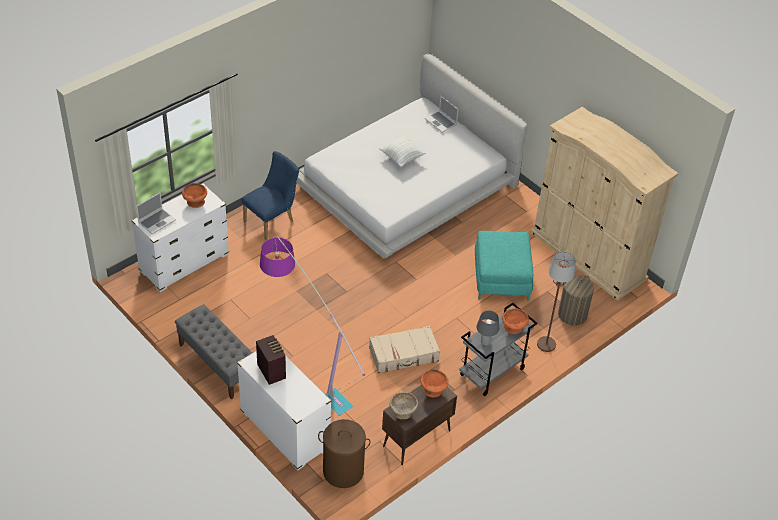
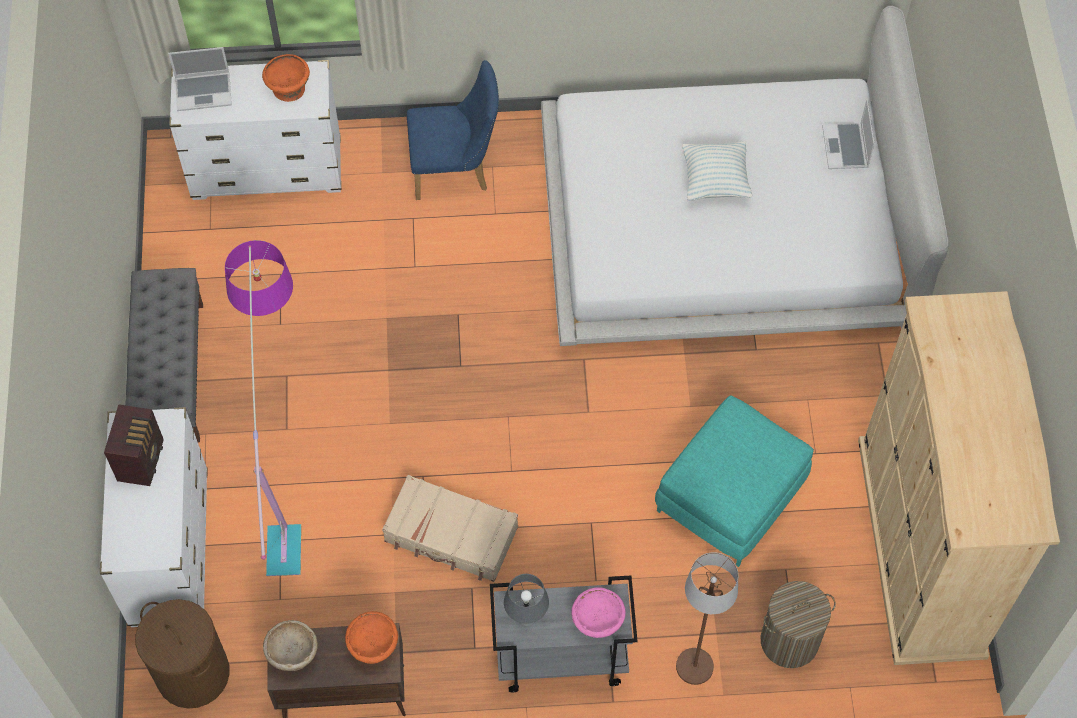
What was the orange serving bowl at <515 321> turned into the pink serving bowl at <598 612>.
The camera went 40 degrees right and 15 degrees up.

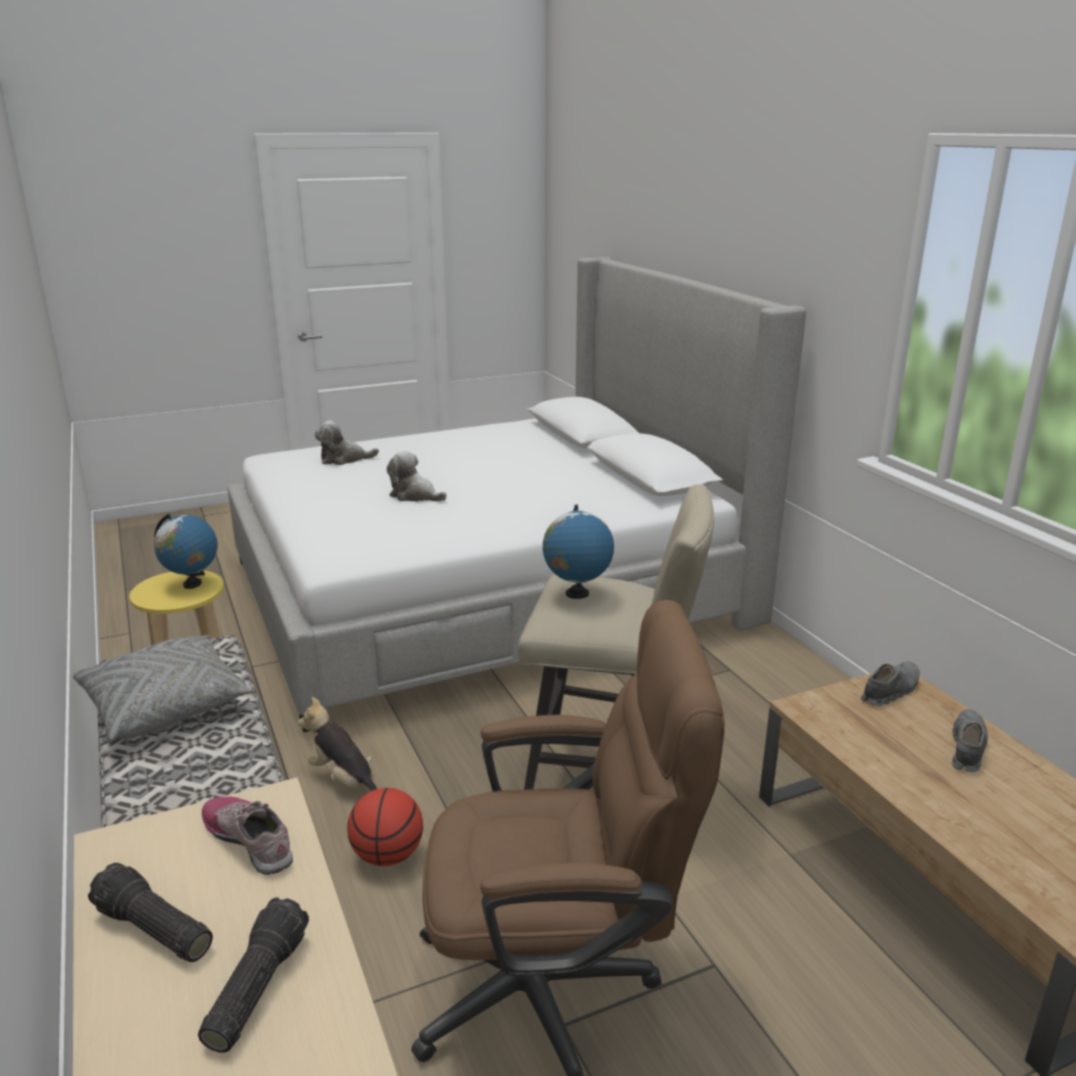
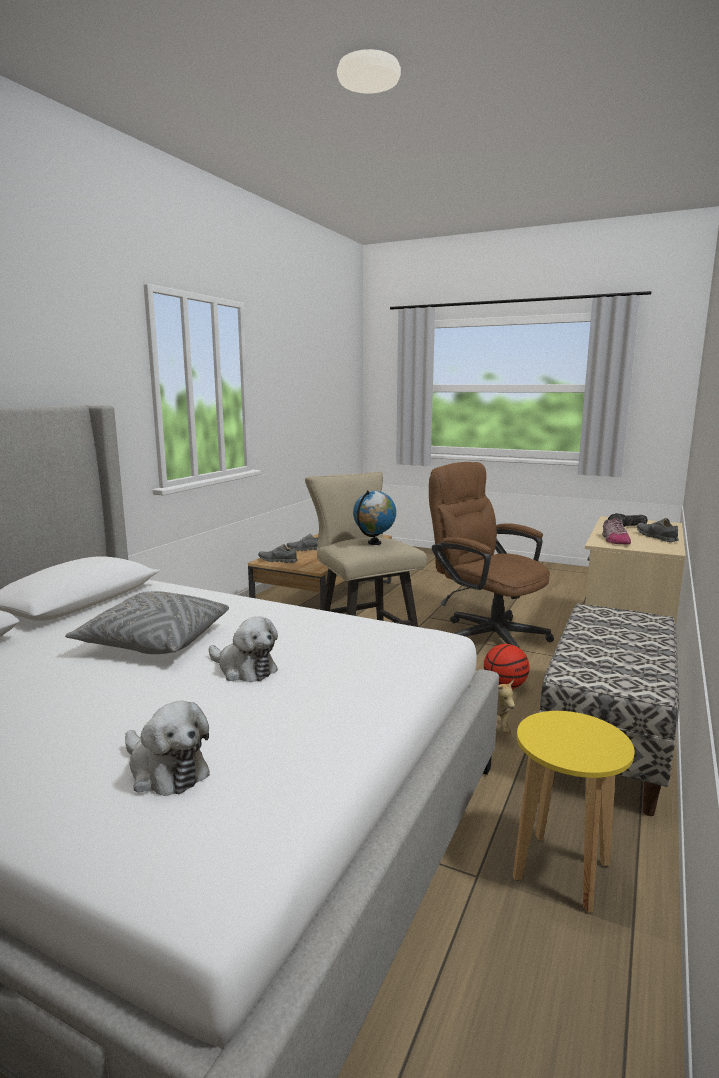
The grey pillow ended up elsewhere, having gone from <163 688> to <147 622>.
The soft toy at <417 476> ended up facing another way, 45 degrees counterclockwise from before.
Where the hand torch stood at <150 912>, the grey item of footwear came to stand at <658 530>.
The second view lost the world globe at <185 551>.
The camera went 130 degrees left and 10 degrees down.

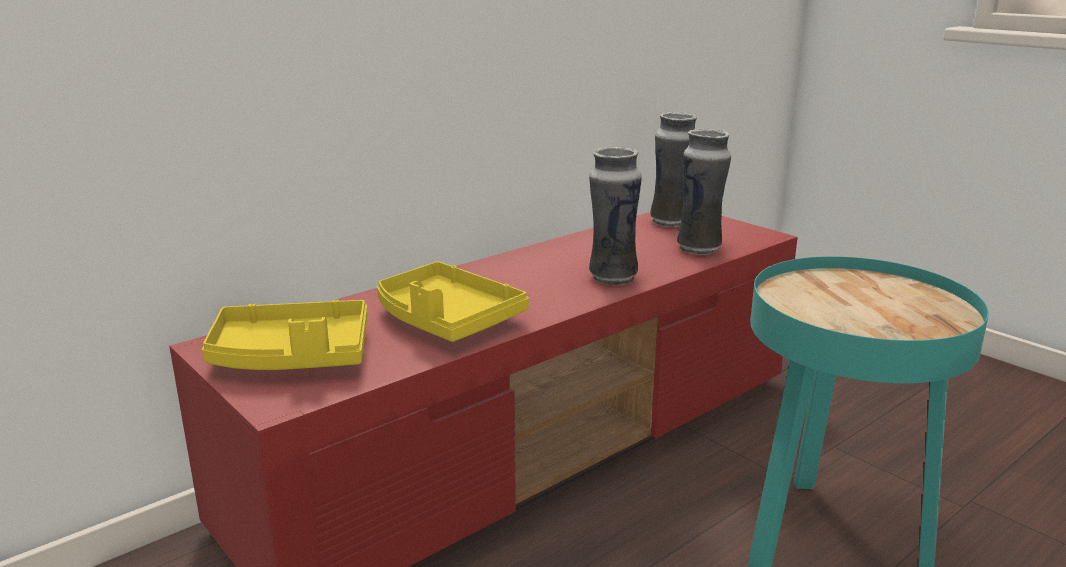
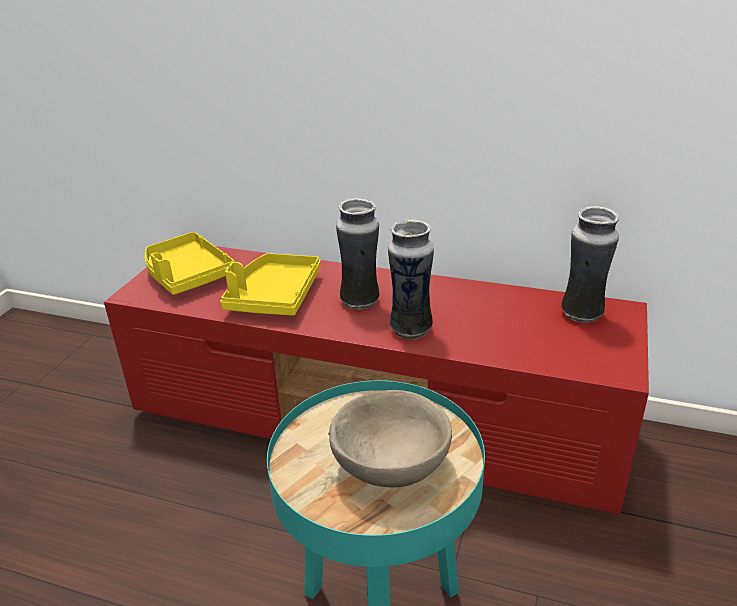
The second view gained the beige-coloured serving bowl at <390 438>.
The decorative vase ended up elsewhere, having gone from <704 192> to <358 254>.
The camera went 60 degrees right and 10 degrees up.

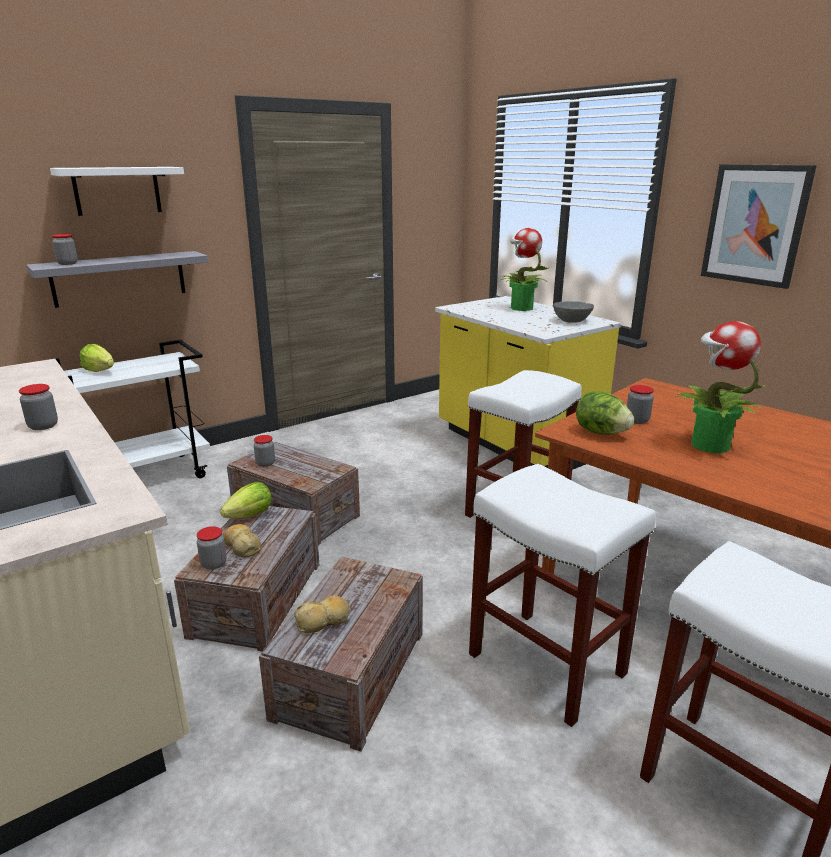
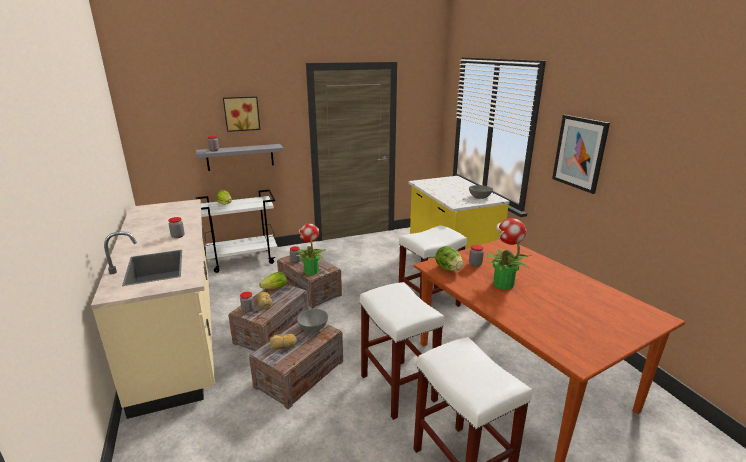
Where the white bracket shelf hung at <117 191>, the wall picture came to hang at <241 114>.
The houseplant ended up elsewhere, having gone from <524 269> to <310 249>.
The second view gained the grey serving bowl at <312 320>.
The camera went 15 degrees right and 0 degrees up.

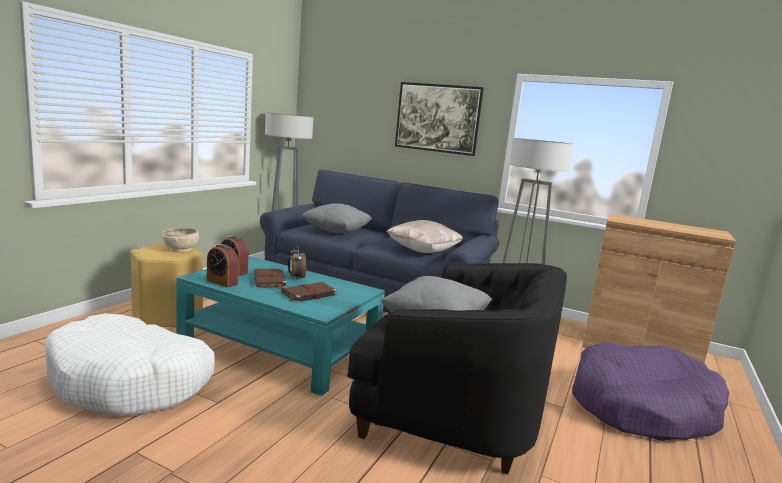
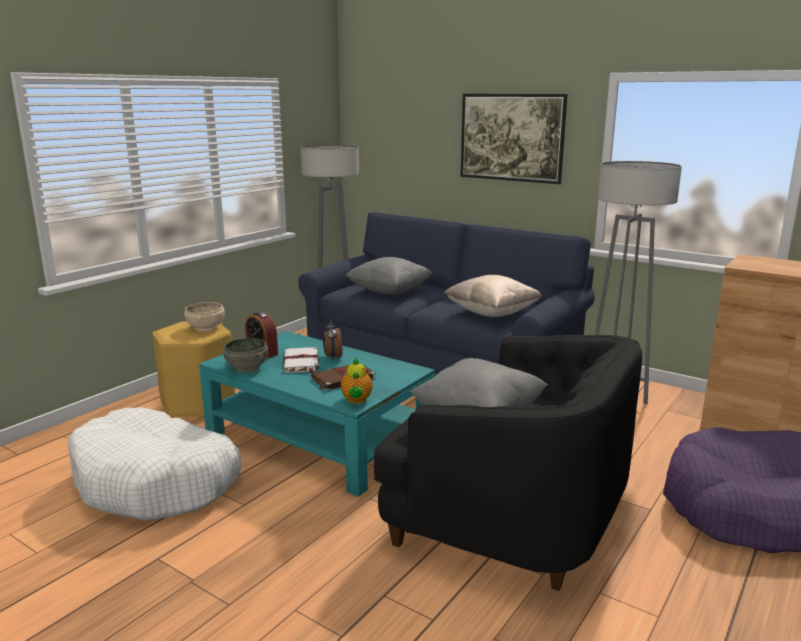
Where the bedside clock stood at <222 265>, the grey serving bowl came to stand at <245 355>.
What was the brownish volume at <270 279> turned into the white volume at <301 360>.
The second view gained the pot for tea at <357 381>.
The camera went 10 degrees right and 5 degrees up.

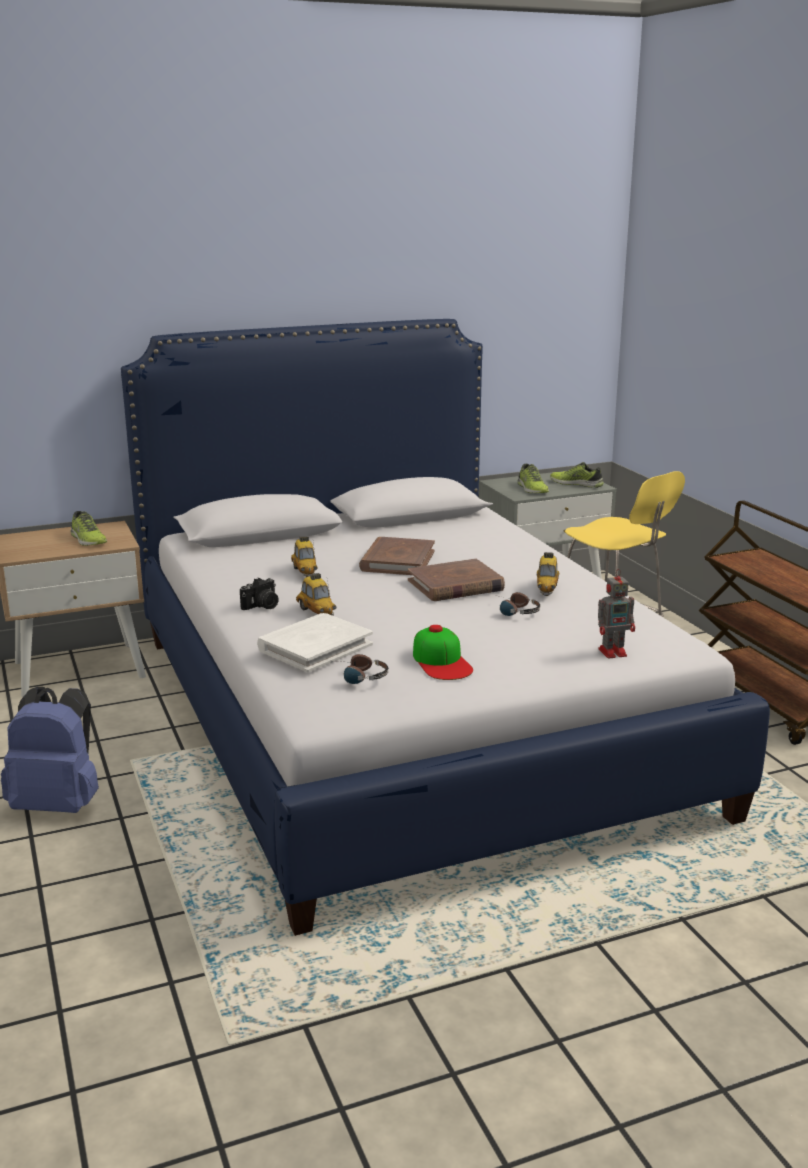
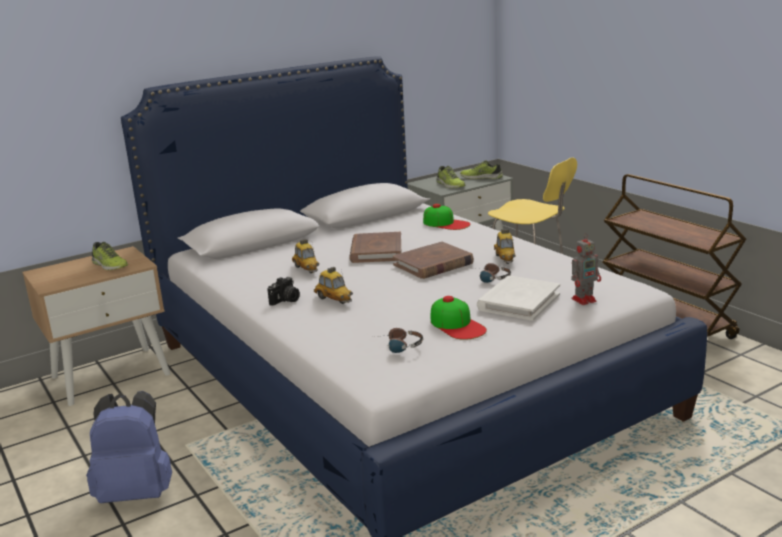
The second view gained the cap at <446 217>.
The white volume ended up elsewhere, having gone from <315 642> to <518 298>.
The camera went 10 degrees left and 0 degrees up.

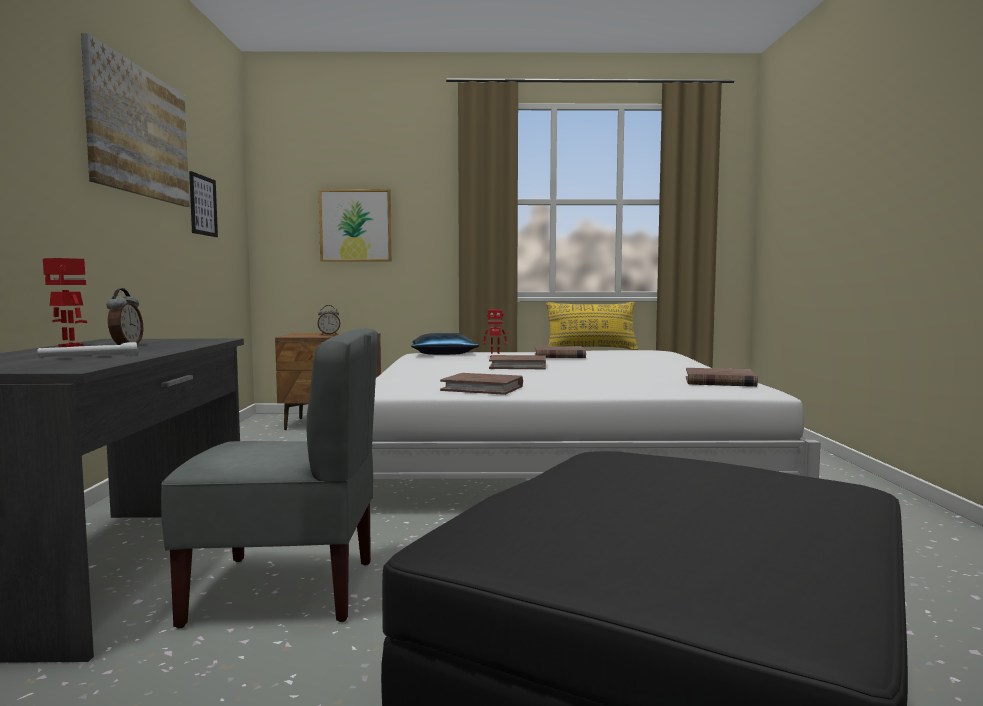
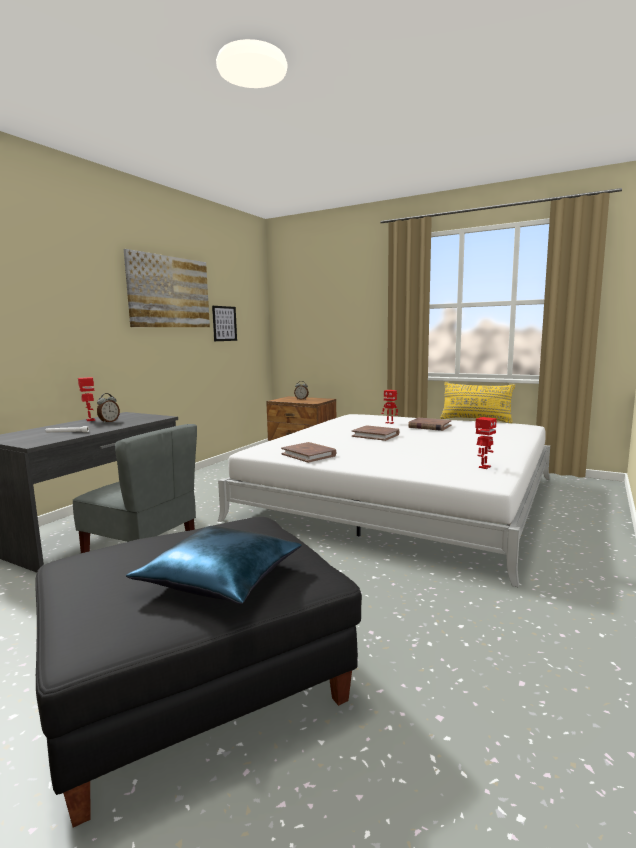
The blue pillow ended up elsewhere, having gone from <445 344> to <214 565>.
Where the brownish volume stood at <722 377>, the toy robot came to stand at <486 443>.
The second view lost the wall picture at <355 225>.
The camera went 30 degrees right and 5 degrees up.

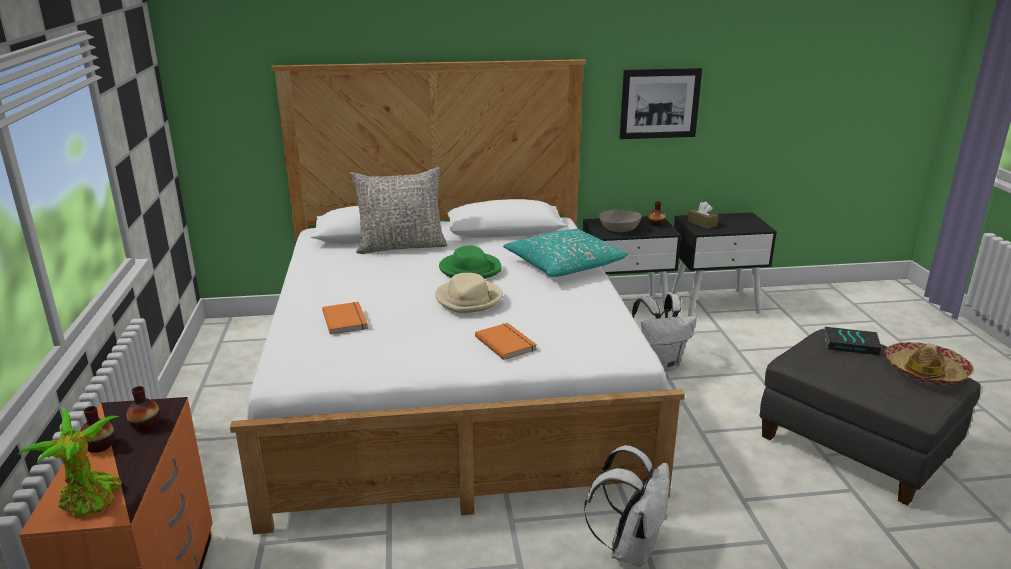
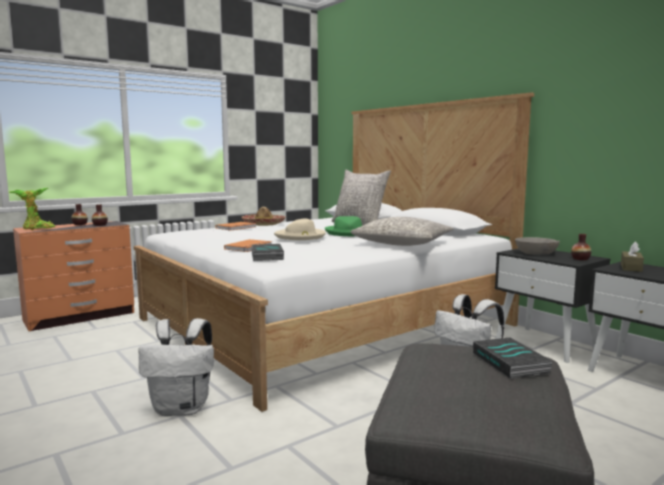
The hat ended up elsewhere, having gone from <929 363> to <263 216>.
The second view gained the volume at <268 252>.
What was the turquoise pillow at <565 253> turned into the grey pillow at <402 231>.
The second view lost the wall picture at <661 103>.
The camera went 60 degrees right and 15 degrees down.

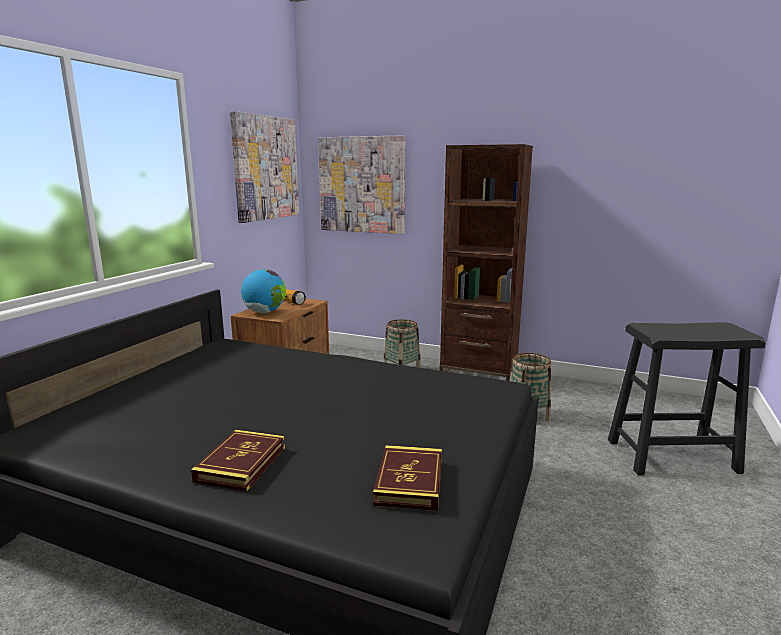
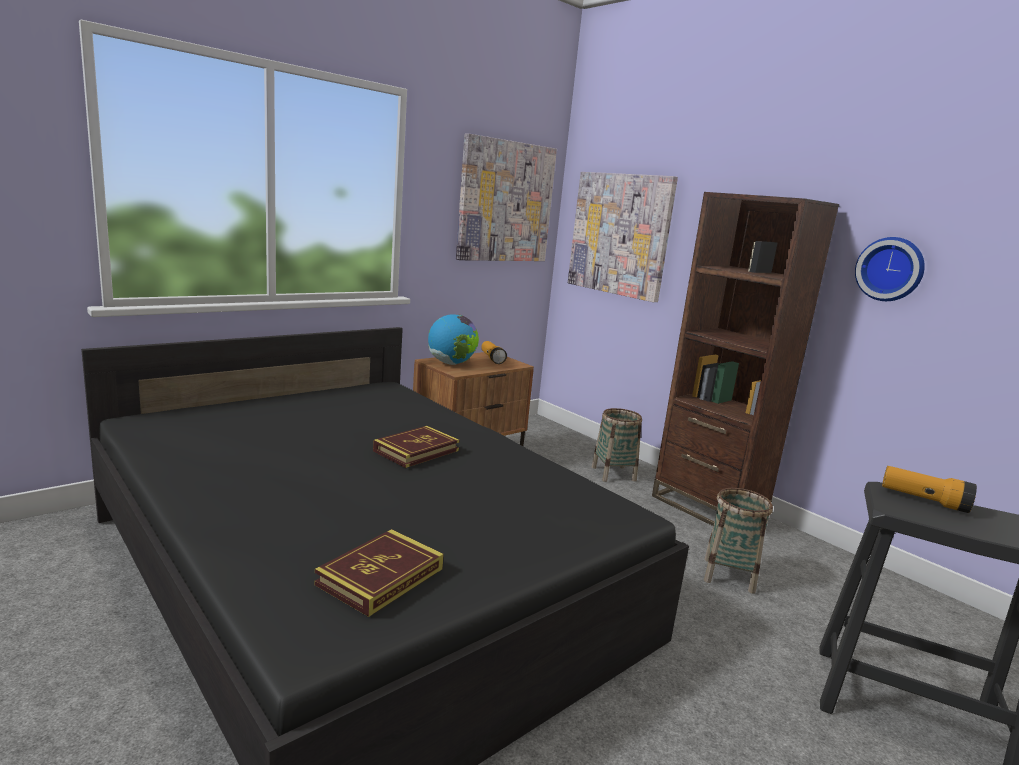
The volume ended up elsewhere, having gone from <238 461> to <416 447>.
The second view gained the clock on the wall at <890 269>.
The second view gained the hand torch at <929 489>.
The camera went 25 degrees right and 0 degrees up.

